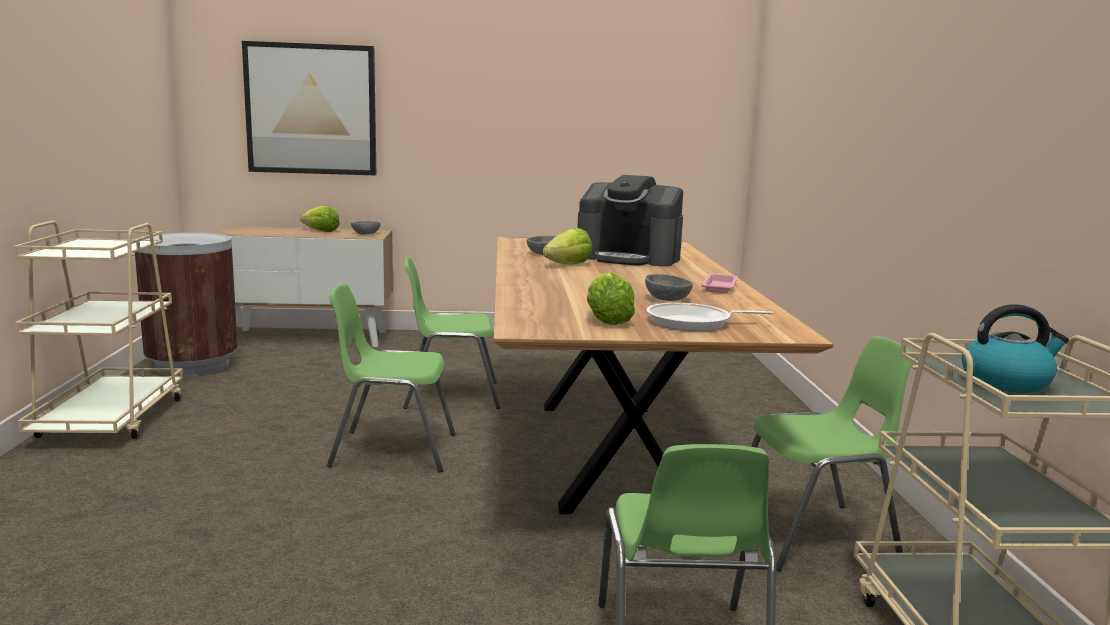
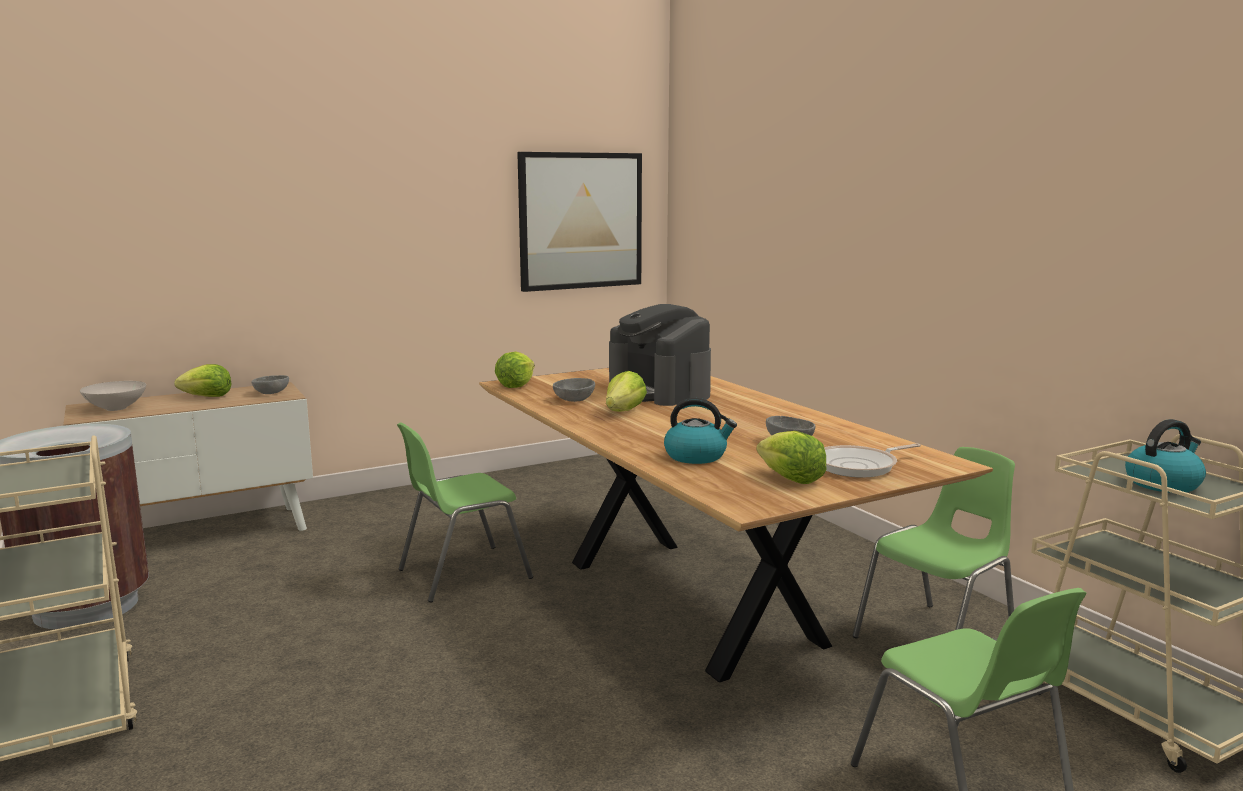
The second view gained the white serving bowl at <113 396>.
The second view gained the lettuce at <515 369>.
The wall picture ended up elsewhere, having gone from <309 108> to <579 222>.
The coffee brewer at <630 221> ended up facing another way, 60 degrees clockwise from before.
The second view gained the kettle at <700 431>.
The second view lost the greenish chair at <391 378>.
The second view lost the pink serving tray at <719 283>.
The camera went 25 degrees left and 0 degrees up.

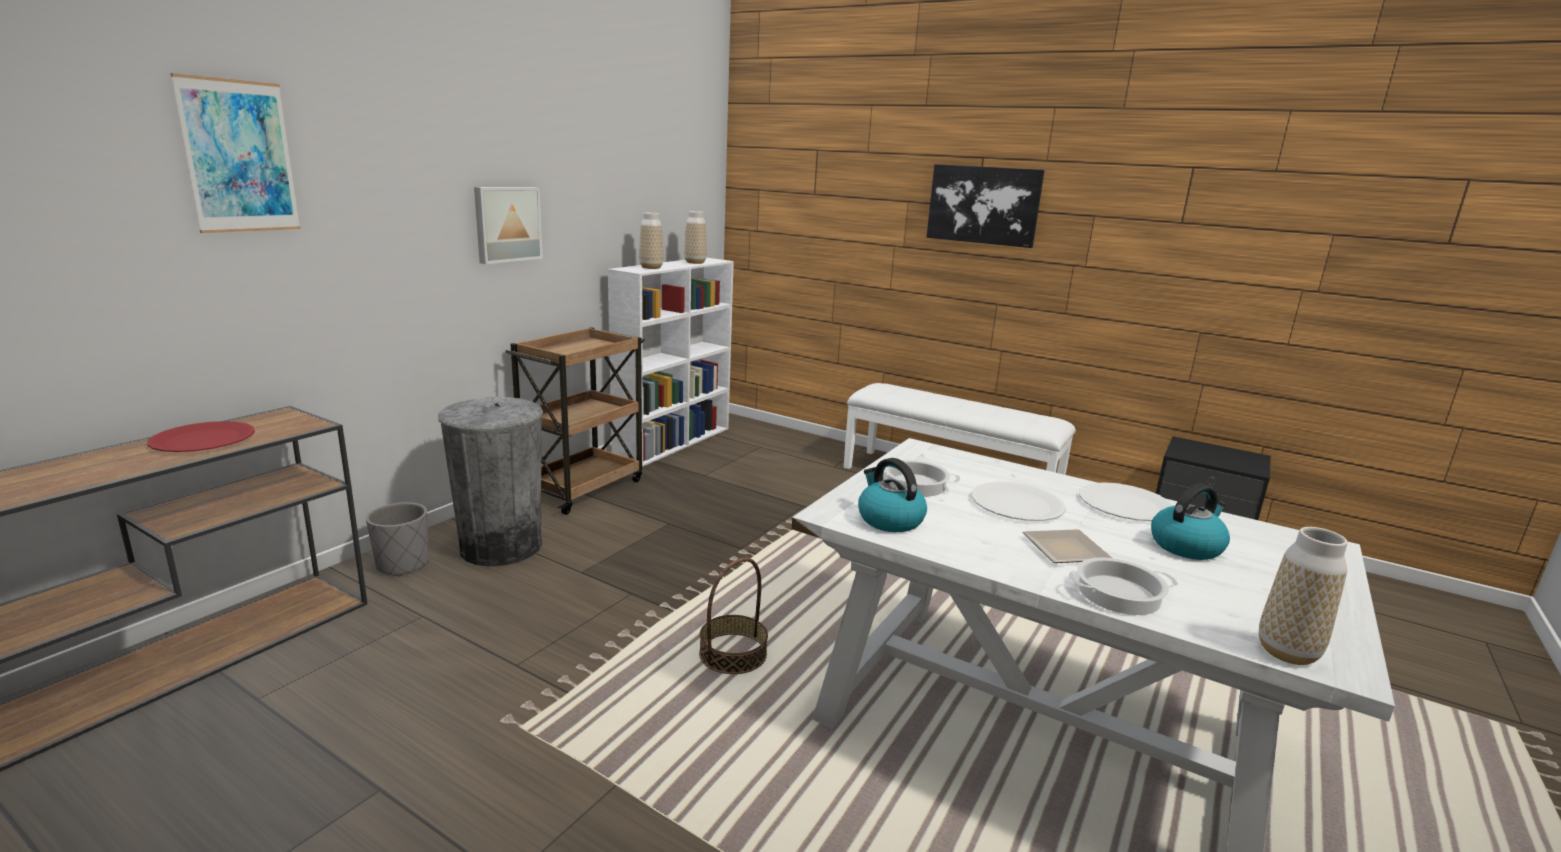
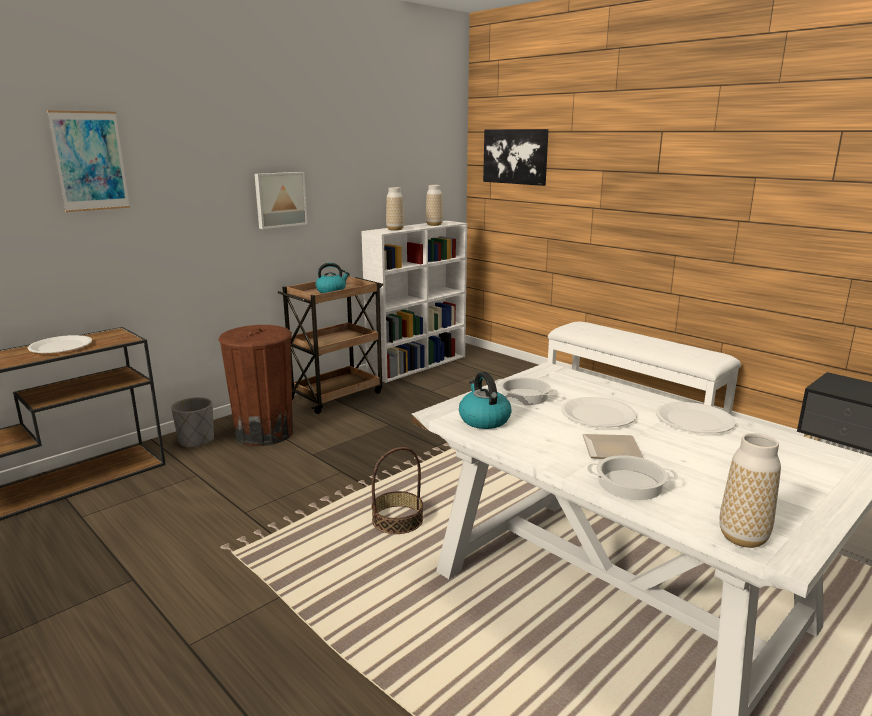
What was the red-coloured dinner plate at <201 436> turned into the white dinner plate at <60 344>.
What was the grey trash can at <490 481> turned into the brownish trash can at <255 385>.
The kettle ended up elsewhere, having gone from <1190 522> to <332 278>.
The wall picture ended up elsewhere, having gone from <986 206> to <516 157>.
The camera went 15 degrees right and 0 degrees up.

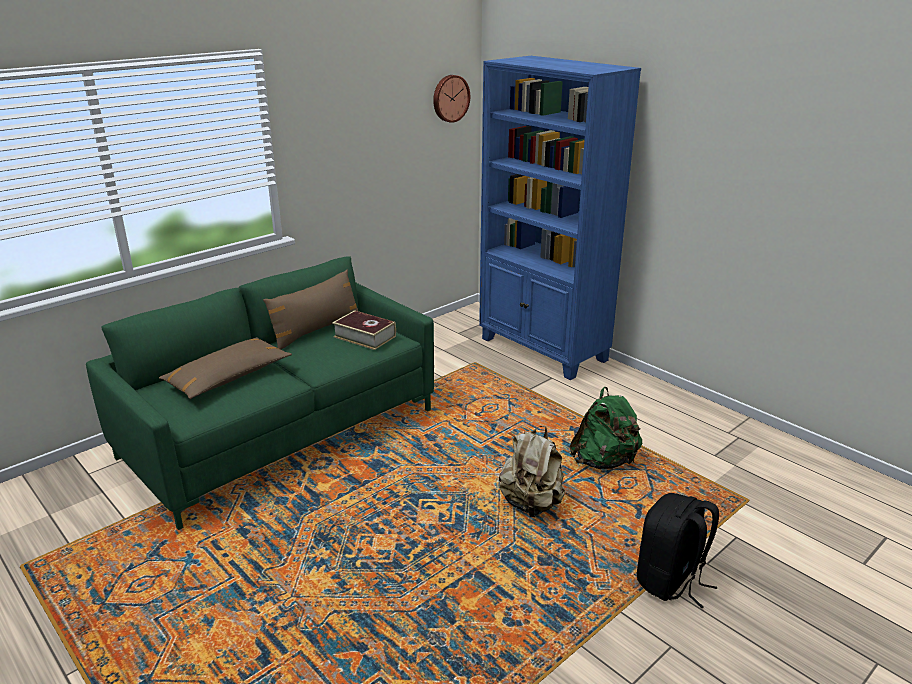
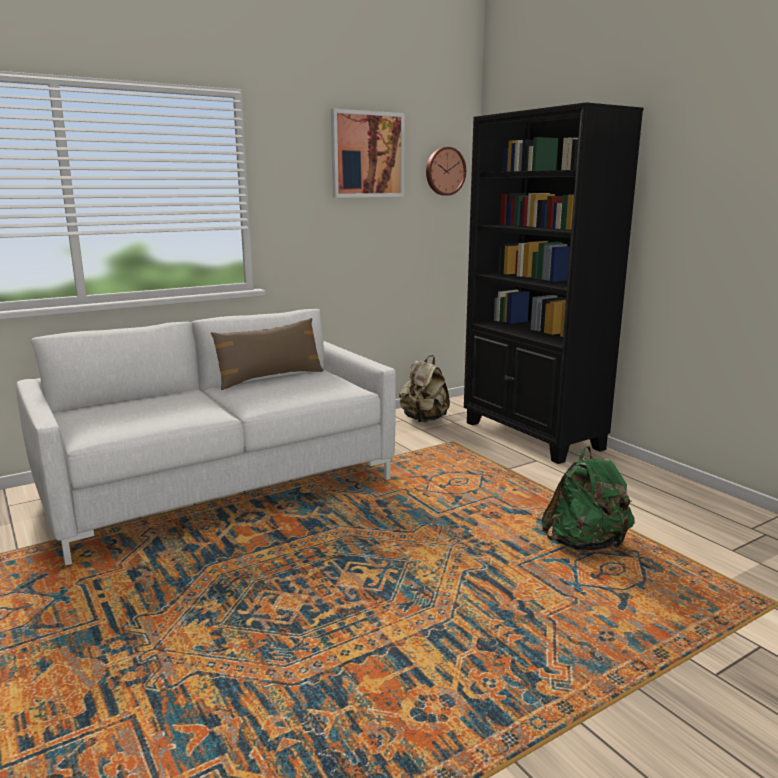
What was the greenish sofa at <260 393> turned into the white sofa at <206 437>.
The second view gained the wall picture at <368 153>.
The beige-coloured backpack ended up elsewhere, having gone from <532 471> to <424 388>.
What was the blue shelving unit at <560 218> turned into the black shelving unit at <553 283>.
The second view lost the brownish pillow at <225 368>.
The second view lost the volume at <364 330>.
The second view lost the black backpack at <678 550>.
The camera went 10 degrees right and 10 degrees down.

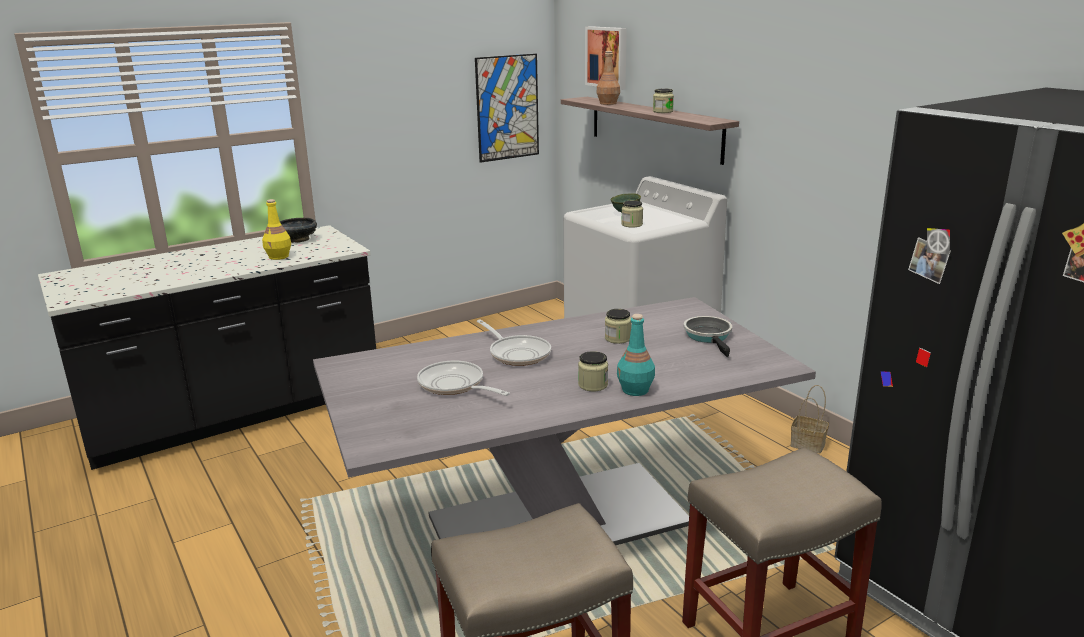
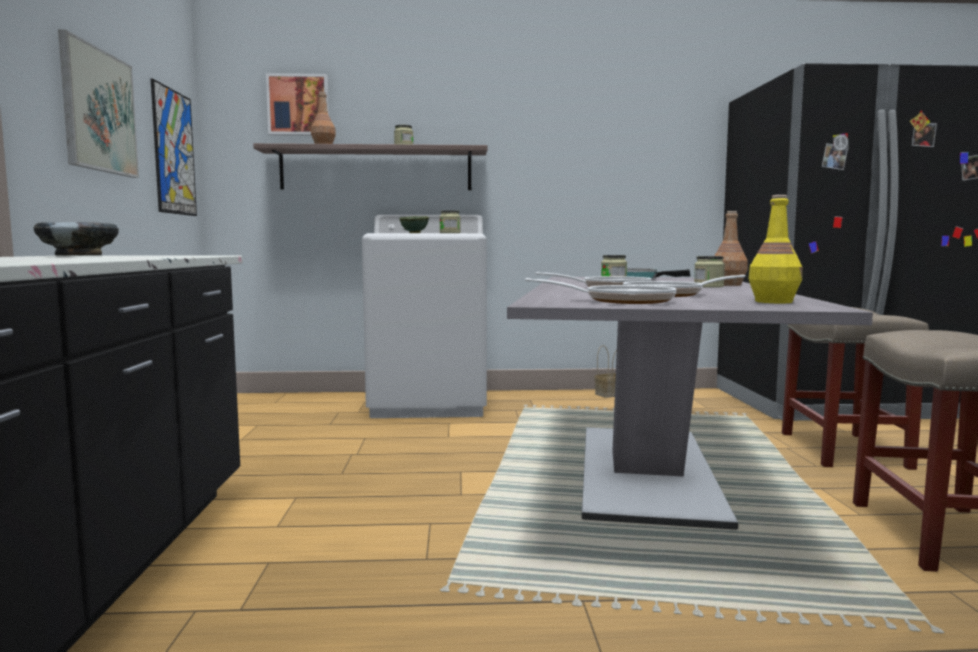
The second view gained the wall picture at <98 104>.
The second view gained the frying pan at <601 291>.
What was the turquoise beverage bottle at <636 355> turned into the brownish beverage bottle at <731 248>.
The yellowish beverage bottle ended up elsewhere, having gone from <276 229> to <775 249>.
The camera went 60 degrees left and 15 degrees down.

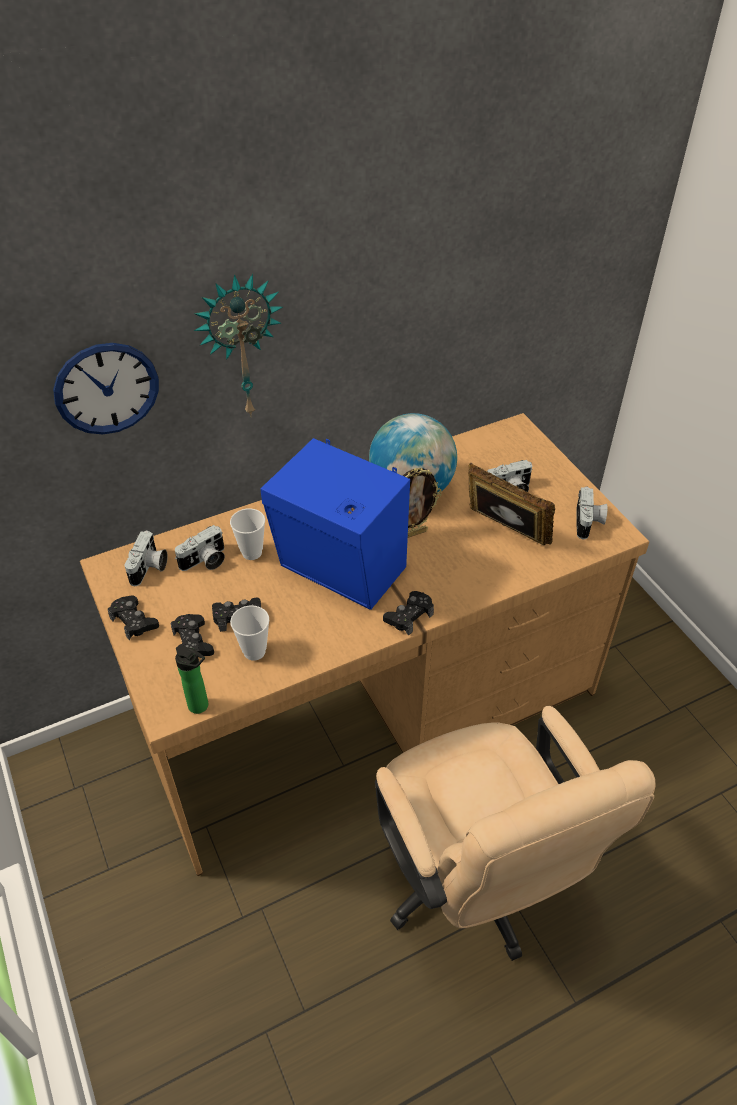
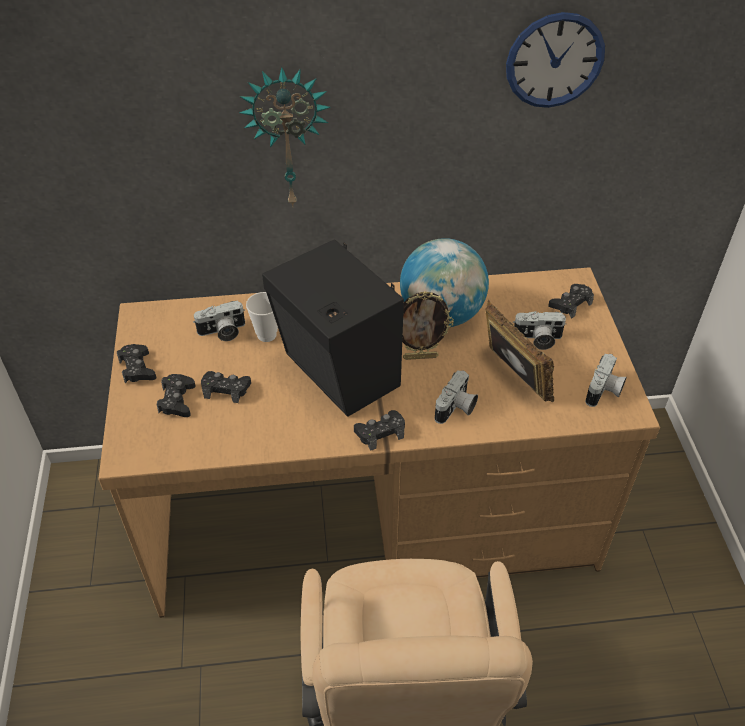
What was the blue loudspeaker at <335 524> turned into the black loudspeaker at <333 328>.
The still camera ended up elsewhere, having gone from <146 558> to <456 397>.
The clock on the wall ended up elsewhere, having gone from <106 388> to <555 60>.
The second view gained the black joypad at <571 301>.
The second view lost the beverage bottle at <191 680>.
The second view lost the drinking cup at <249 633>.
The camera went 20 degrees right and 0 degrees up.

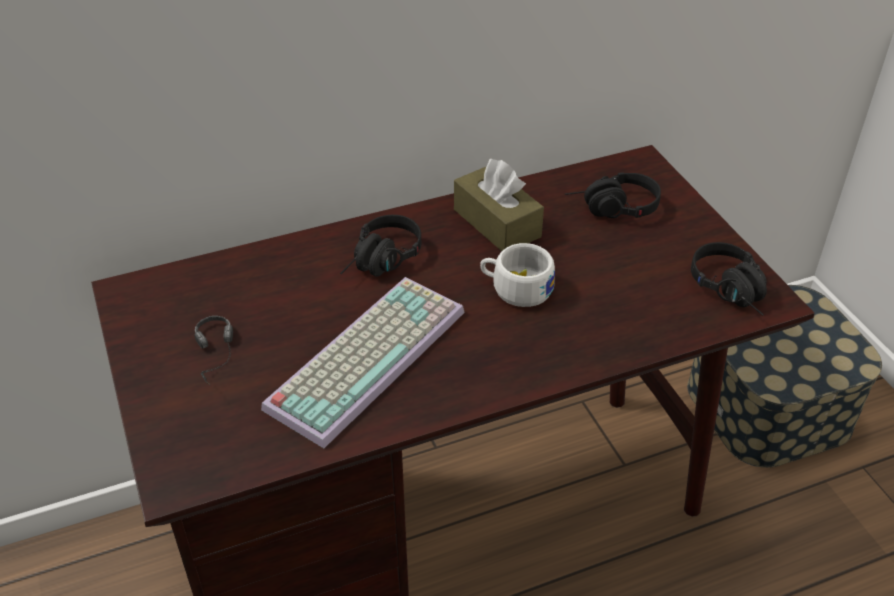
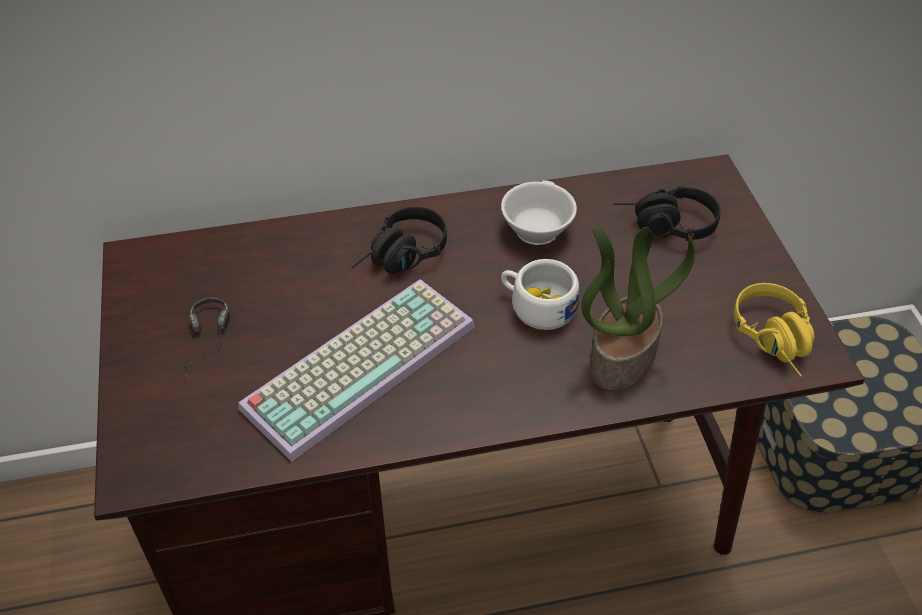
Where the brownish box of tissues stood at <499 205>, the white drinking cup came to stand at <539 212>.
The second view gained the houseplant at <638 308>.
What was the black pair of headphones at <729 278> turned into the yellowish pair of headphones at <774 330>.
The camera went 10 degrees right and 5 degrees up.

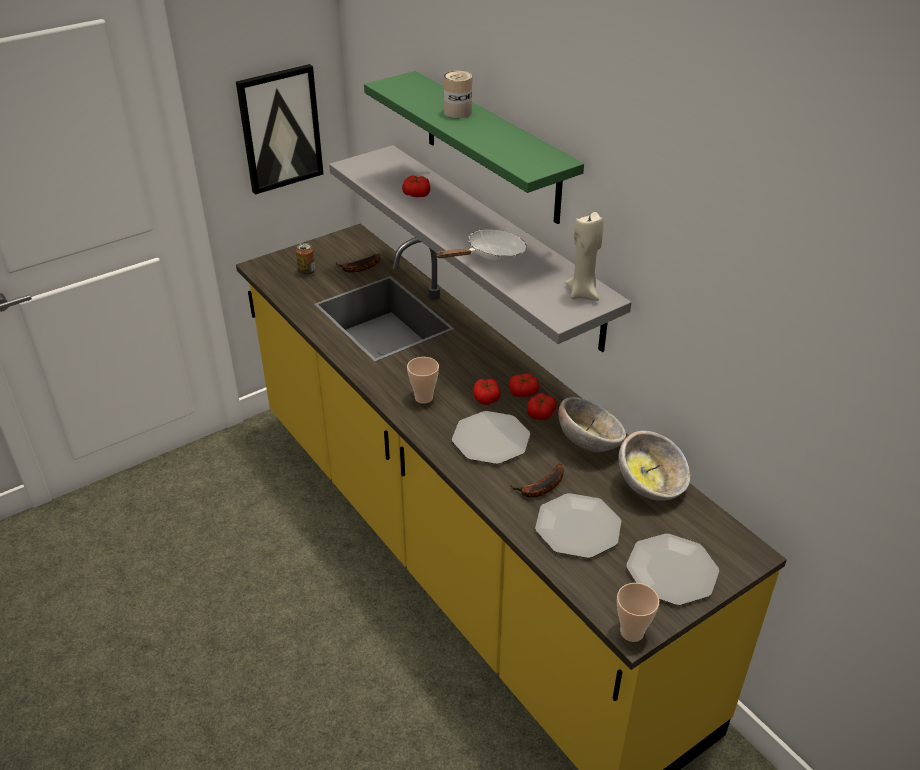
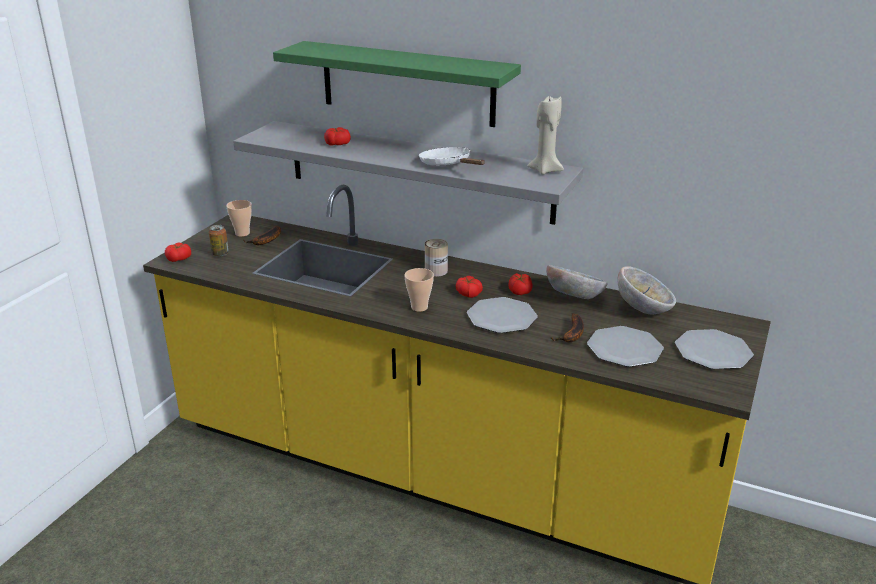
The whole tomato ended up elsewhere, having gone from <524 385> to <178 252>.
The drinking cup ended up elsewhere, having gone from <638 612> to <239 218>.
The white frying pan at <481 245> ended up facing another way, 60 degrees counterclockwise from before.
The can ended up elsewhere, having gone from <458 94> to <436 258>.
The second view lost the wall picture at <279 129>.
The camera went 30 degrees left and 10 degrees down.

